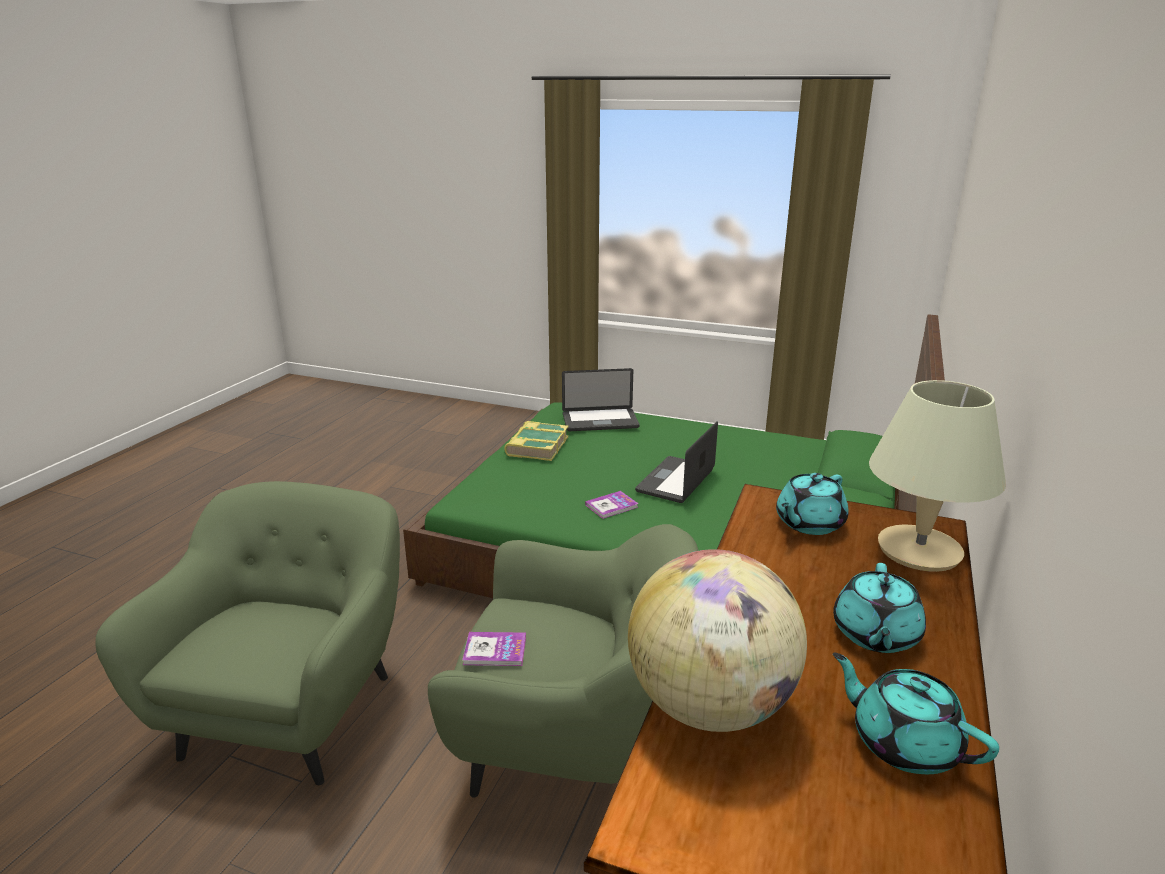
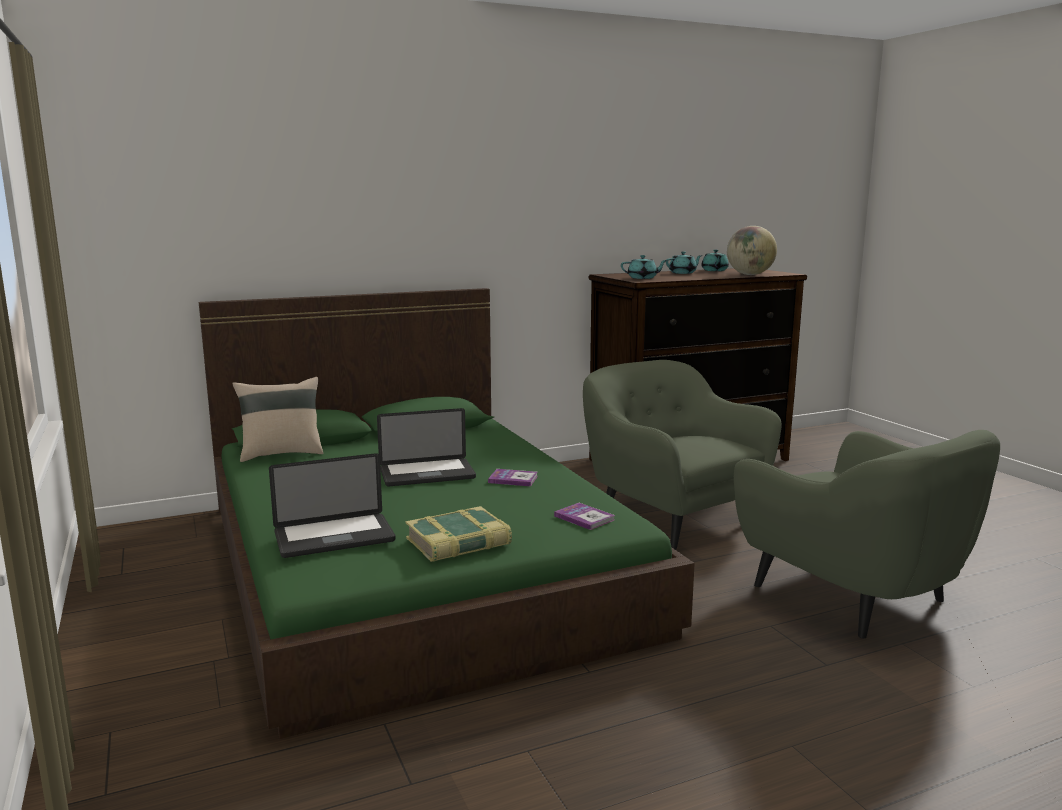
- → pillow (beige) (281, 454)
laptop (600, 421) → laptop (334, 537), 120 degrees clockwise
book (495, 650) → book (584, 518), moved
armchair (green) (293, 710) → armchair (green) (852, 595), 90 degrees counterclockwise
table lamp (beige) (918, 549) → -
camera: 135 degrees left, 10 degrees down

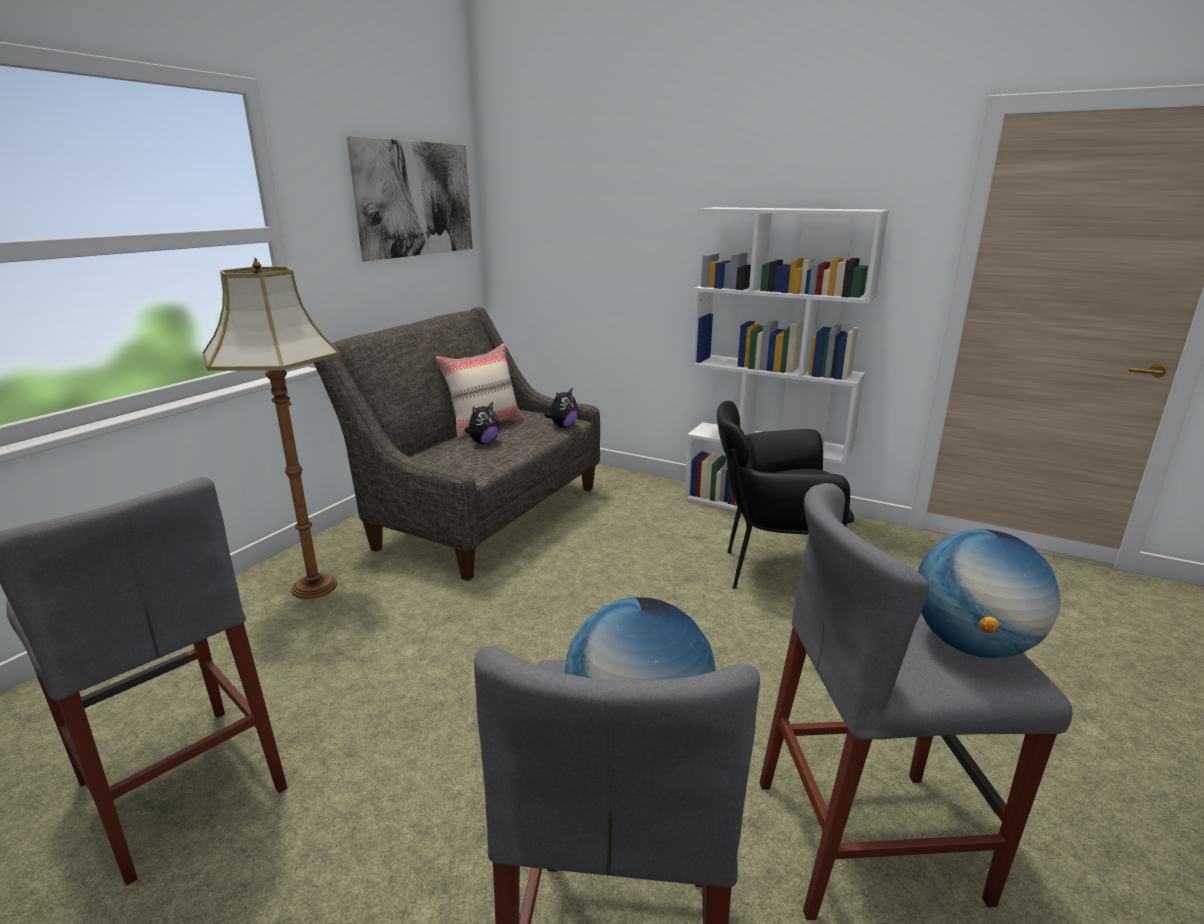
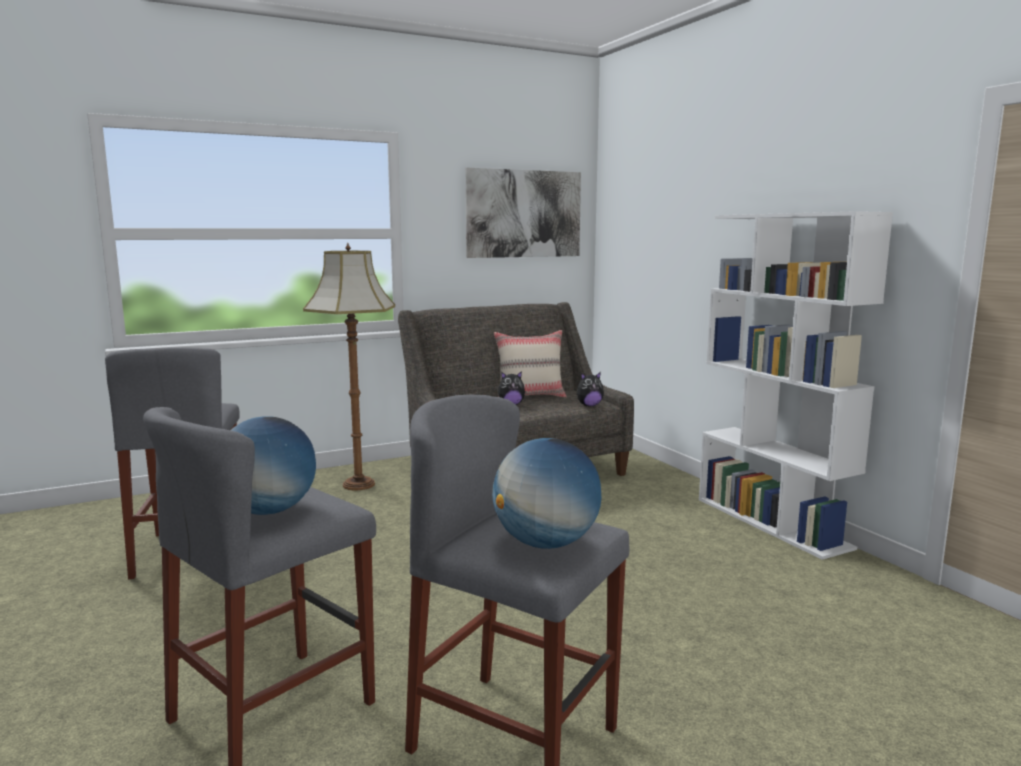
armchair (black) (773, 572) → -
camera: 35 degrees right, 10 degrees down

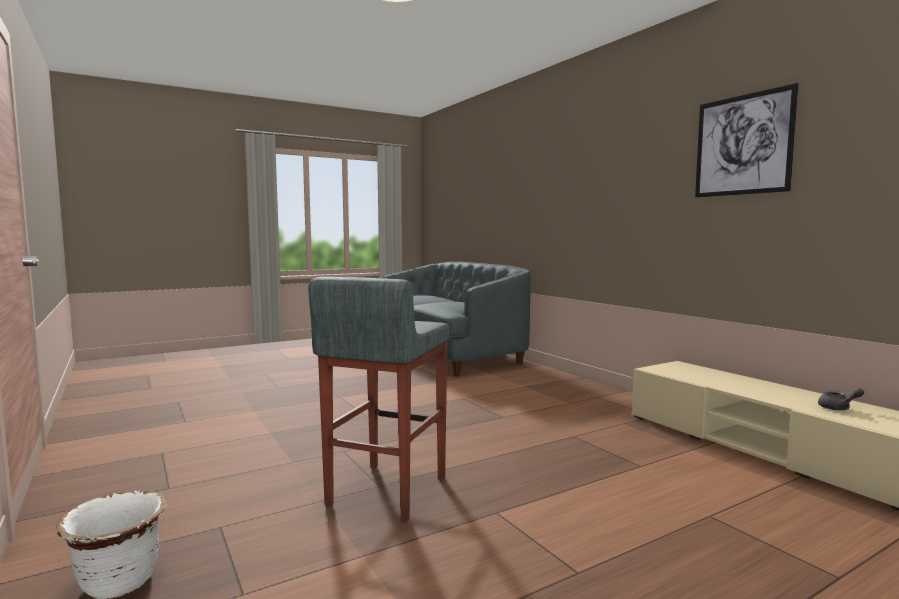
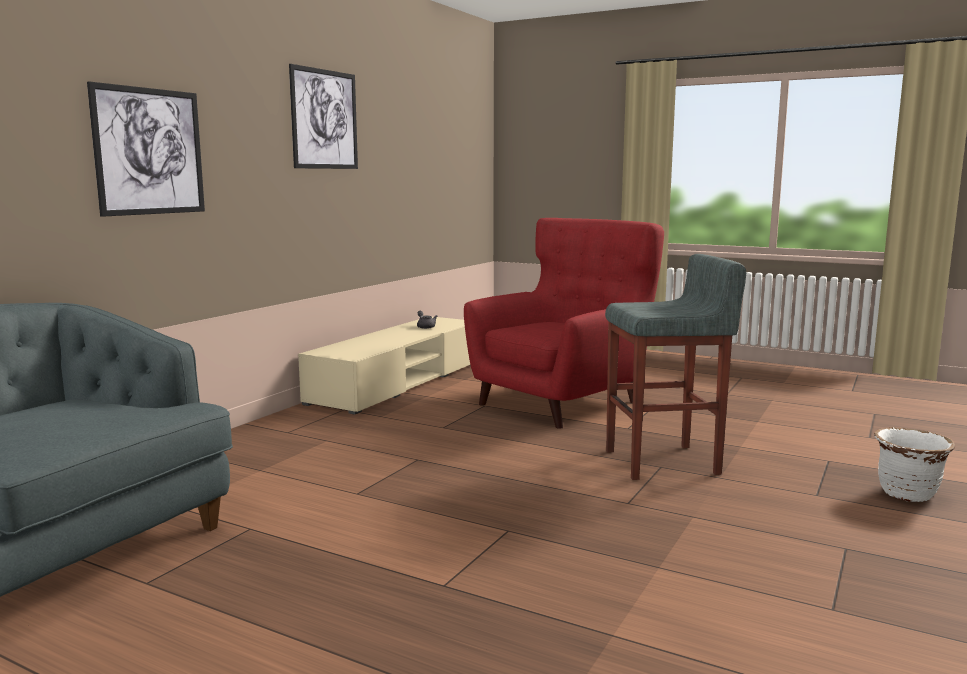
- → picture (149, 151)
- → armchair (red) (562, 402)
camera: 120 degrees left, 5 degrees up

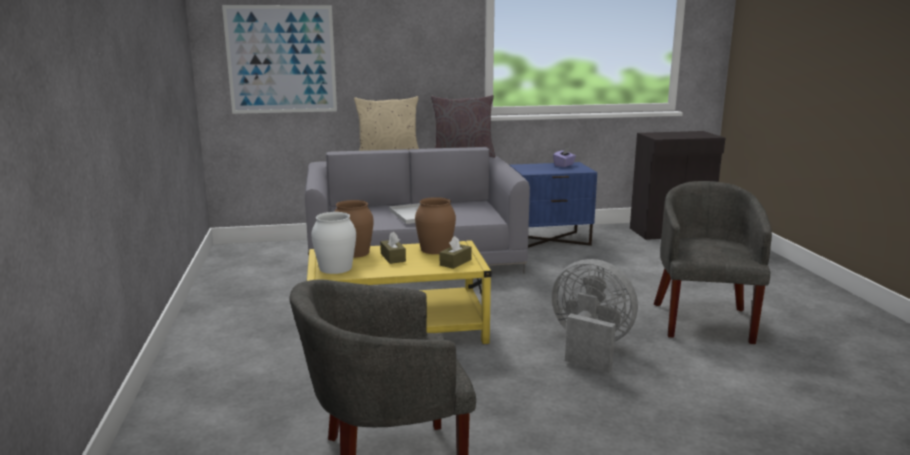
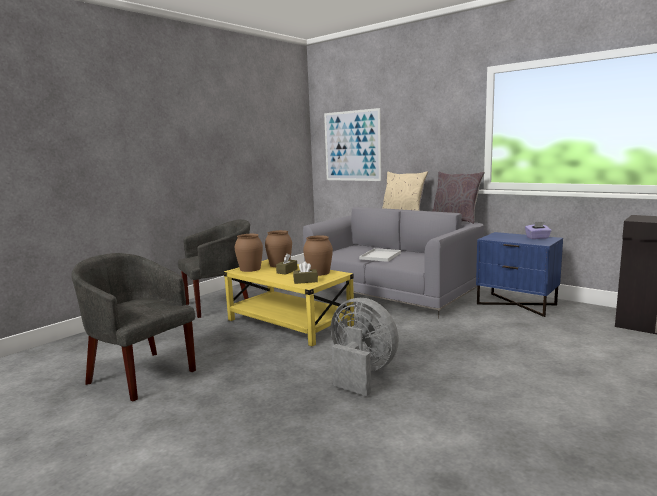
armchair (grey) (703, 320) → armchair (grey) (220, 305), moved
vase (white) (335, 268) → vase (brown) (250, 269)
fan (grey) (589, 347) → fan (grey) (361, 373), 45 degrees counterclockwise
camera: 50 degrees right, 5 degrees down

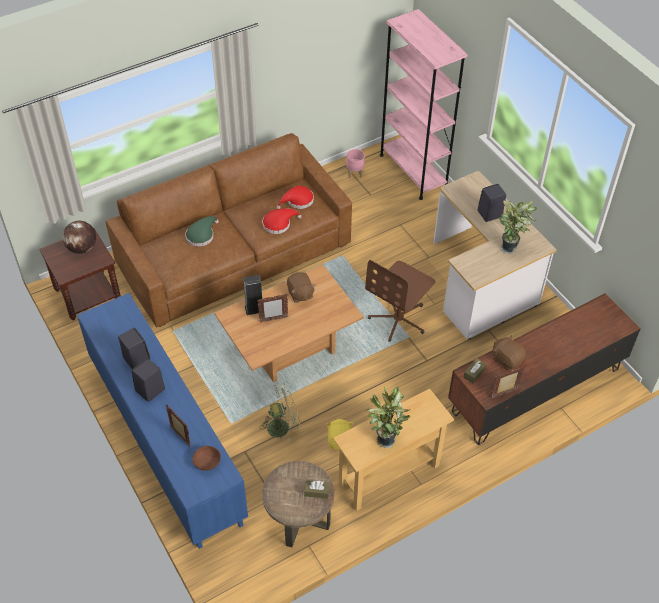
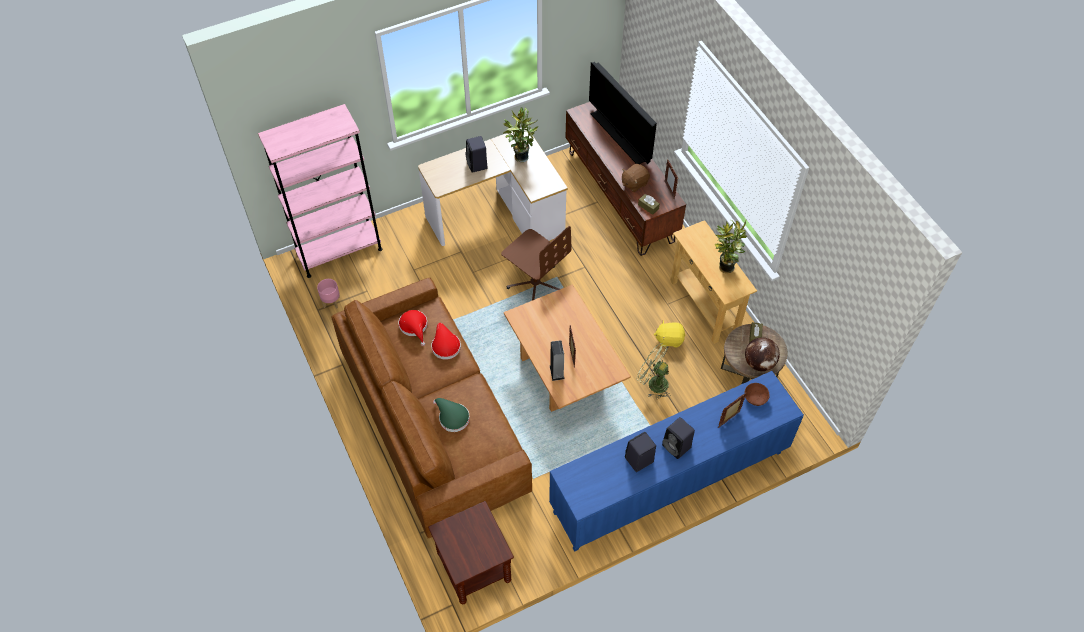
- → television (620, 136)
fan (green) (282, 426) → fan (green) (653, 383), 45 degrees counterclockwise
globe (82, 248) → globe (759, 363), moved
plush toy (brown) (300, 294) → -
camera: 85 degrees left, 5 degrees up

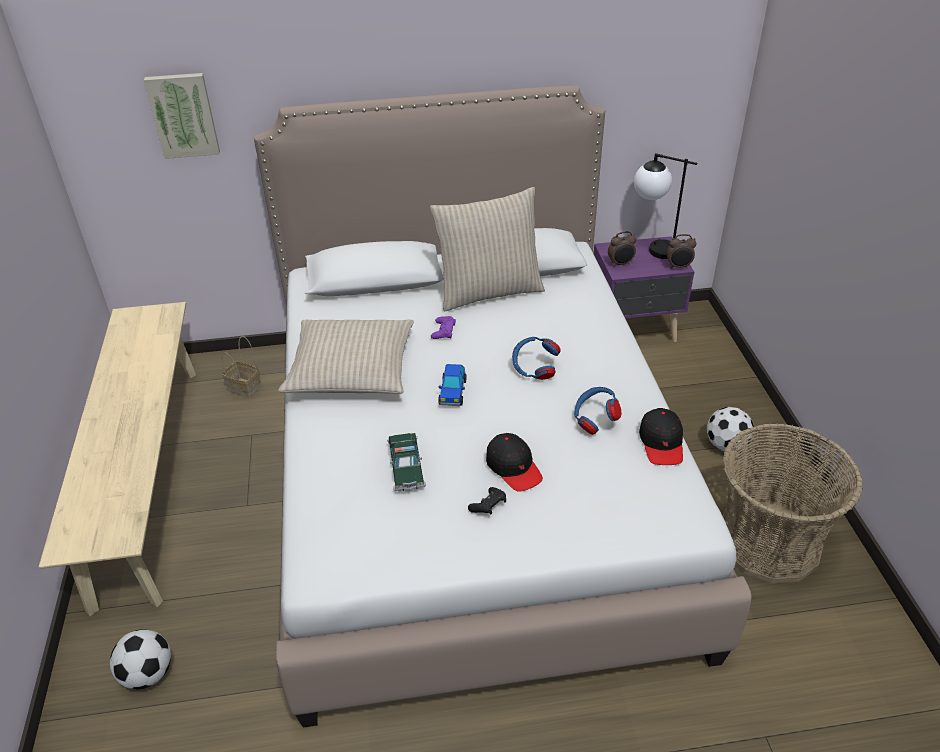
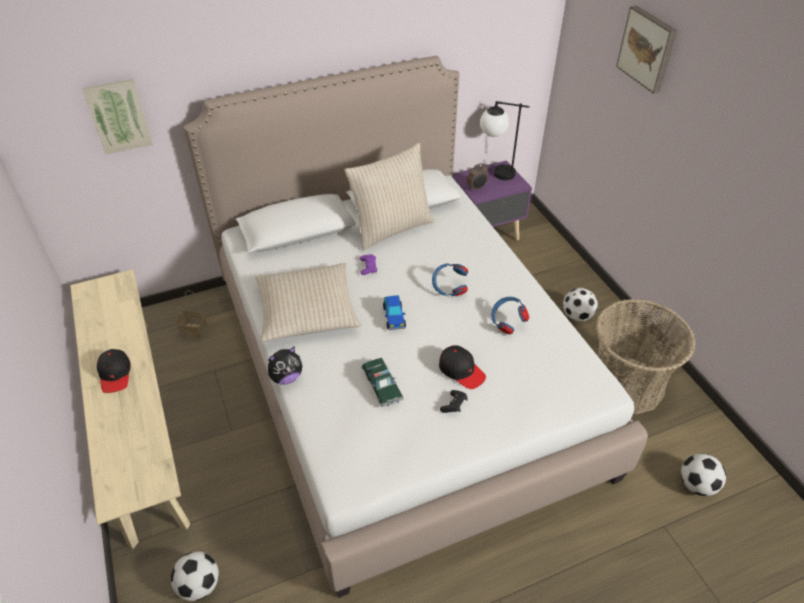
cap (black) (662, 443) → cap (black) (115, 374), moved
- → plush toy (286, 377)
- → picture (648, 48)
- → football (697, 485)
alarm clock (678, 267) → -
camera: 15 degrees left, 5 degrees up

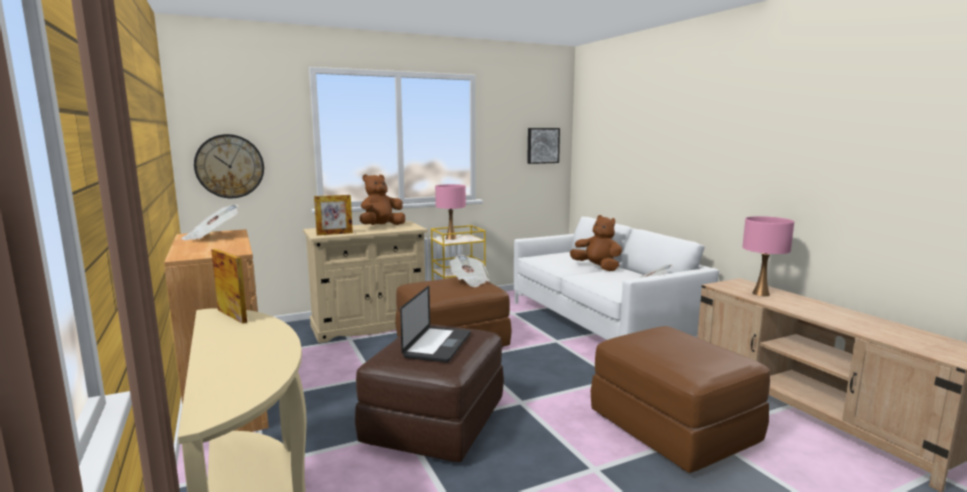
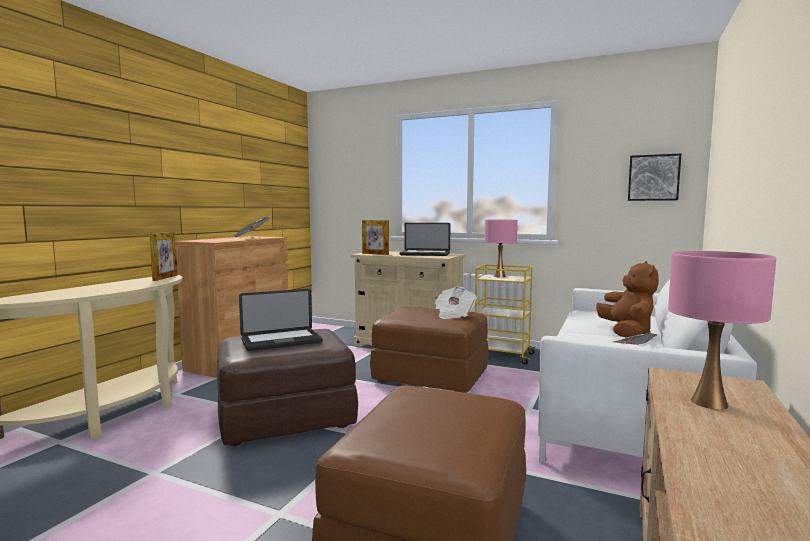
plush toy (brown) (381, 226) → laptop (425, 254)
wall clock (229, 166) → -
camera: 50 degrees right, 5 degrees down

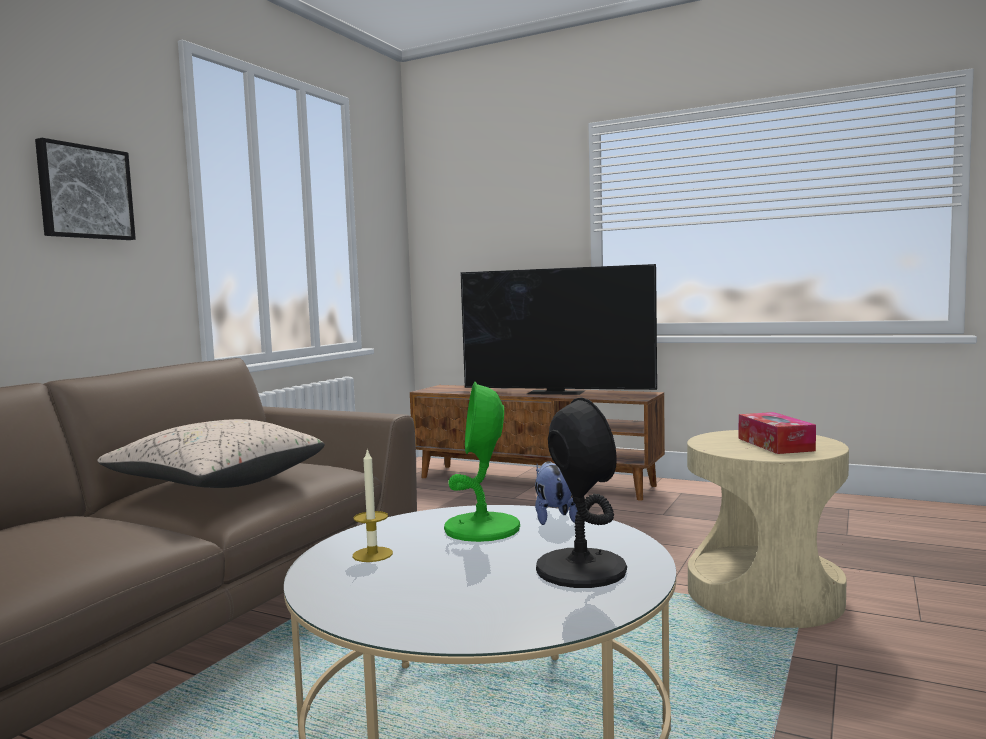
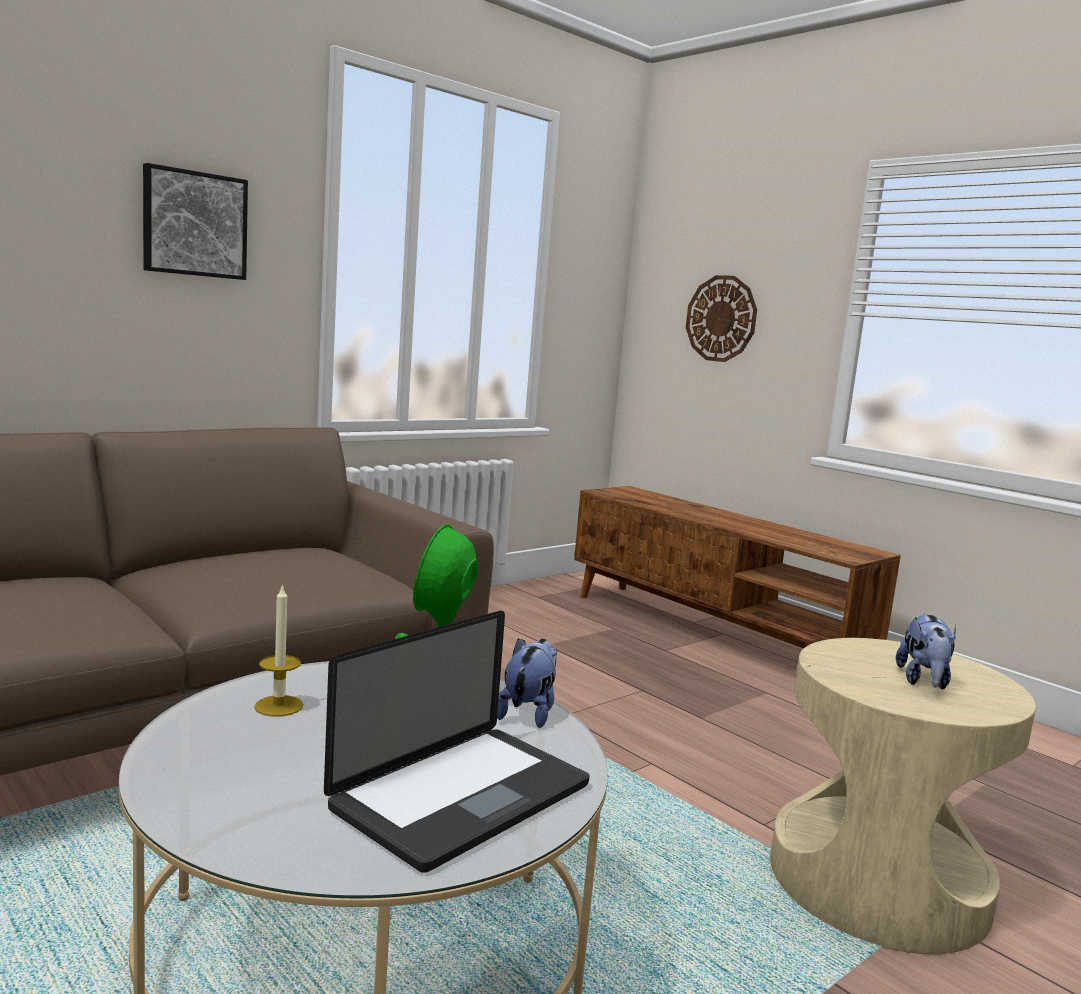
table lamp (black) (580, 569) → laptop (462, 797)
- → wall clock (721, 318)
tissue box (775, 444) → plush toy (924, 681)
pillow (beige) (217, 483) → -
television (557, 392) → -
camera: 20 degrees right, 5 degrees up

